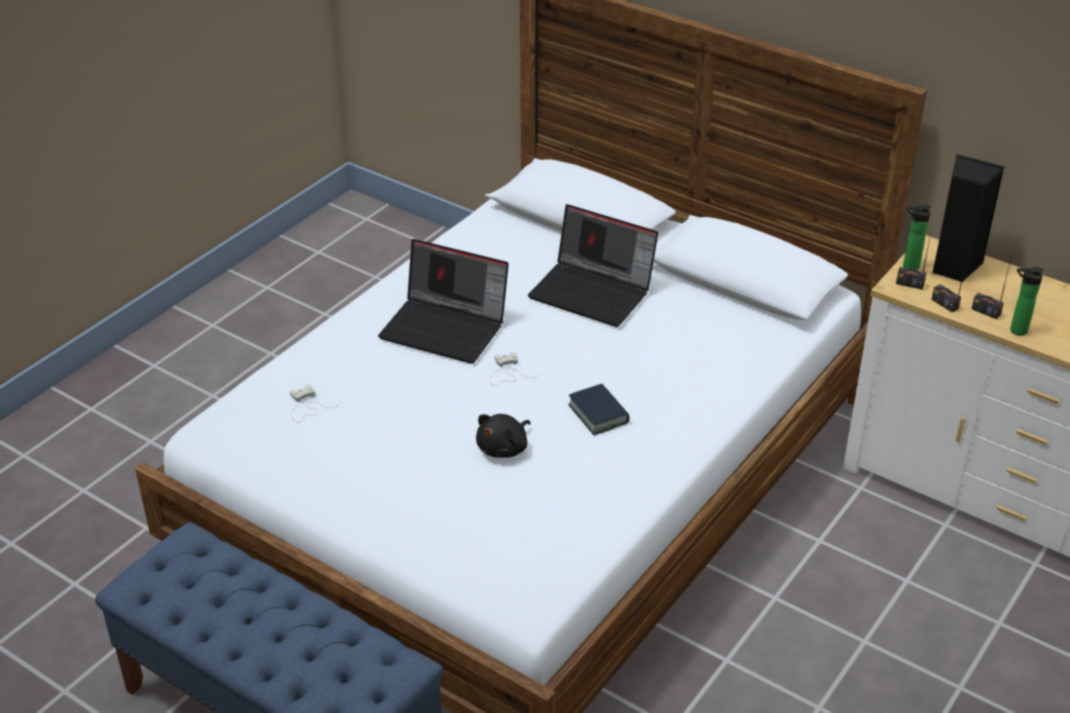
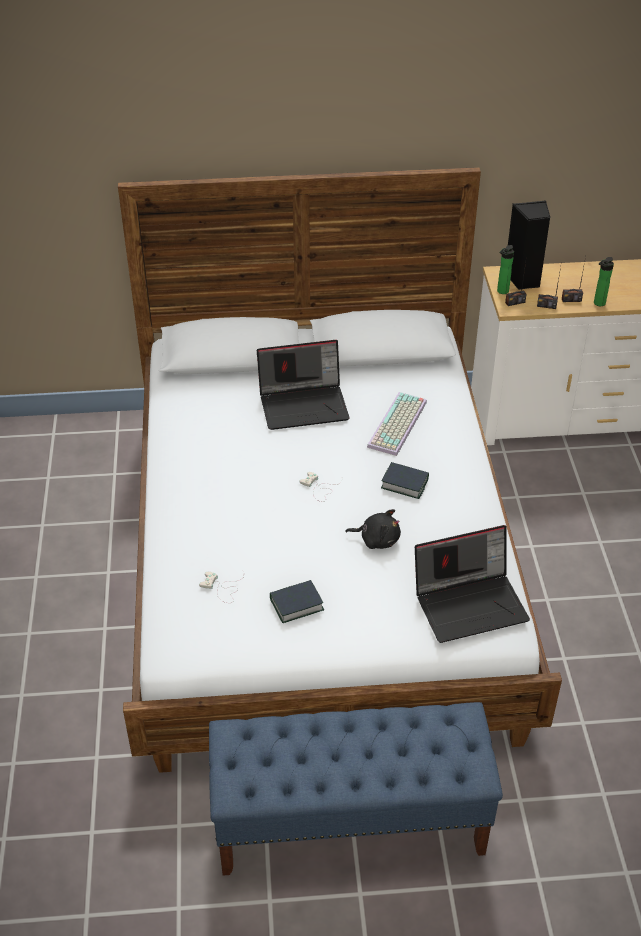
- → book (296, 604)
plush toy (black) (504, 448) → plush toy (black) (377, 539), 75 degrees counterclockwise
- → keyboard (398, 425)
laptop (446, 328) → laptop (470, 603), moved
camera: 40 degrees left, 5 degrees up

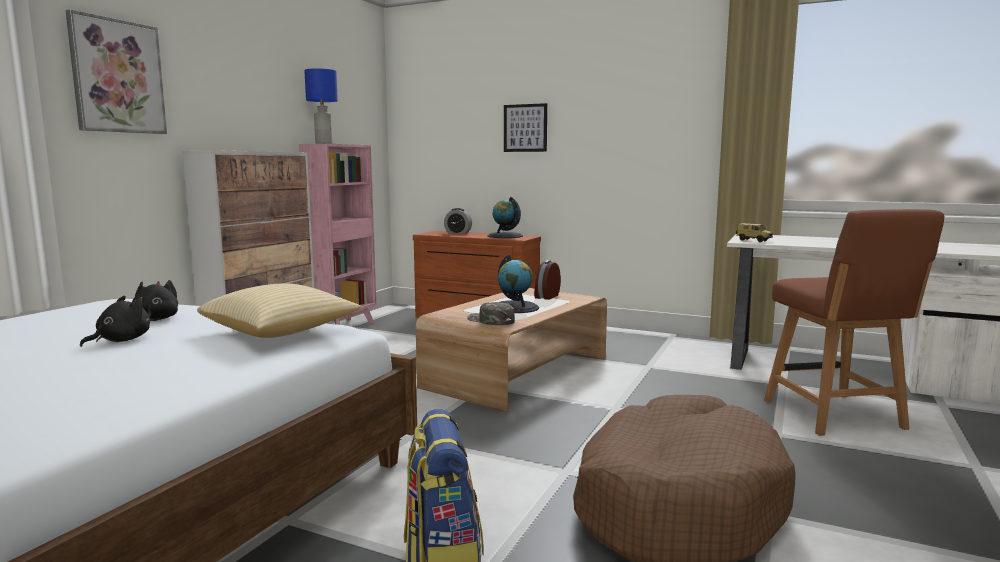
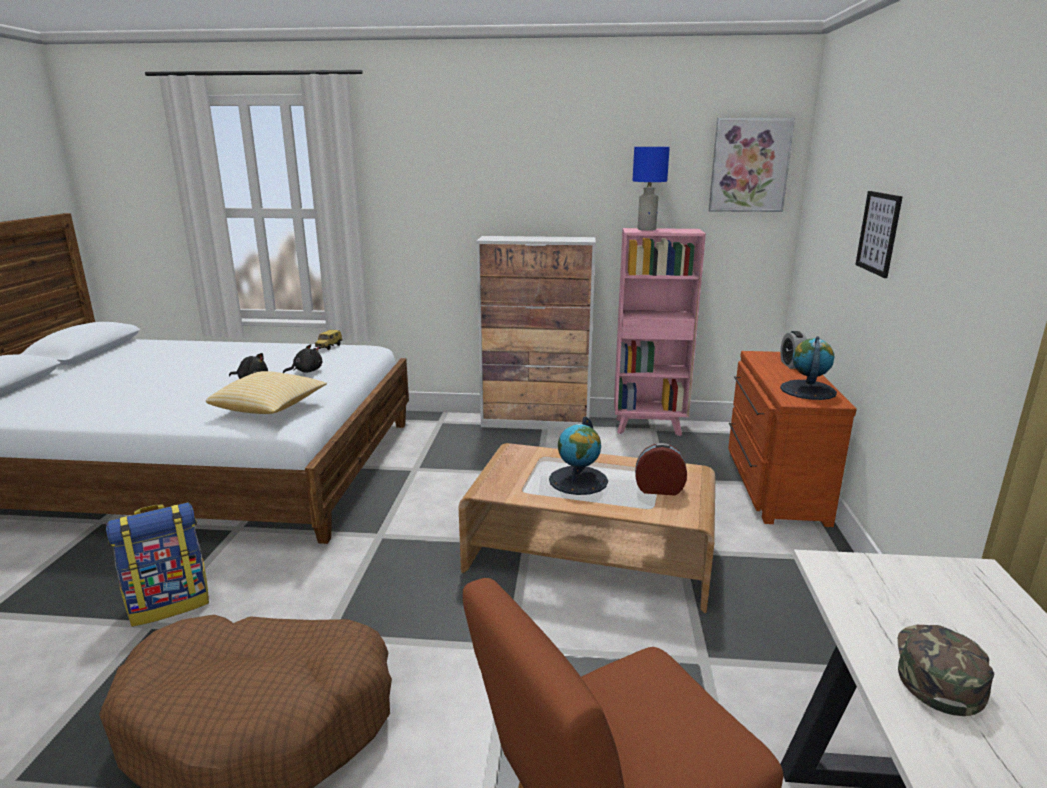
toy car (754, 241) → toy car (329, 347), moved
picture (117, 76) → picture (749, 165), moved
cap (green) (490, 321) → cap (green) (936, 670), moved
camera: 70 degrees right, 10 degrees up

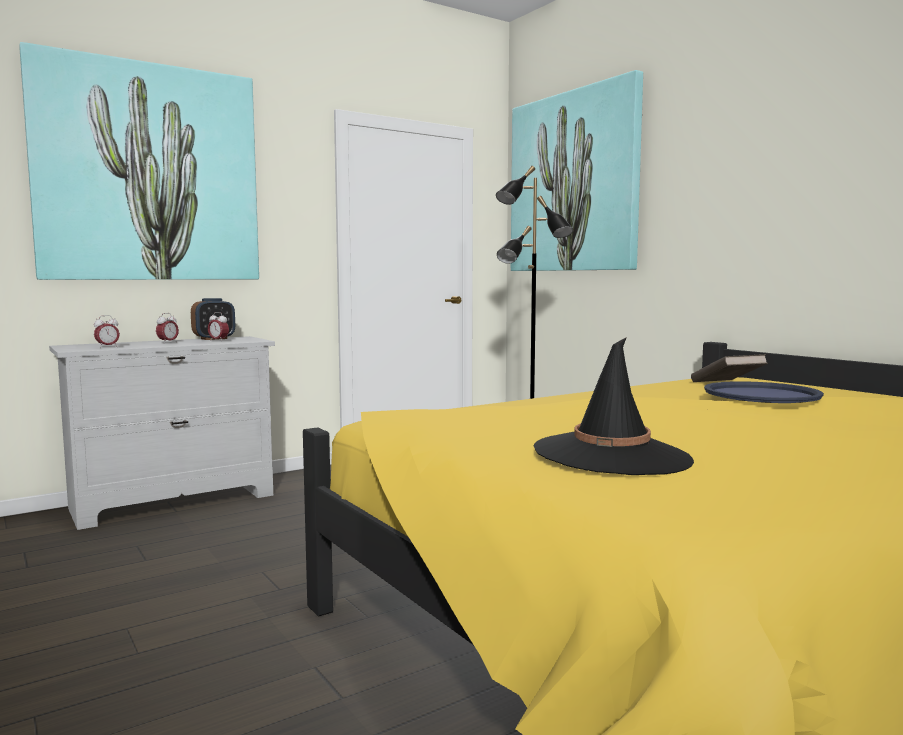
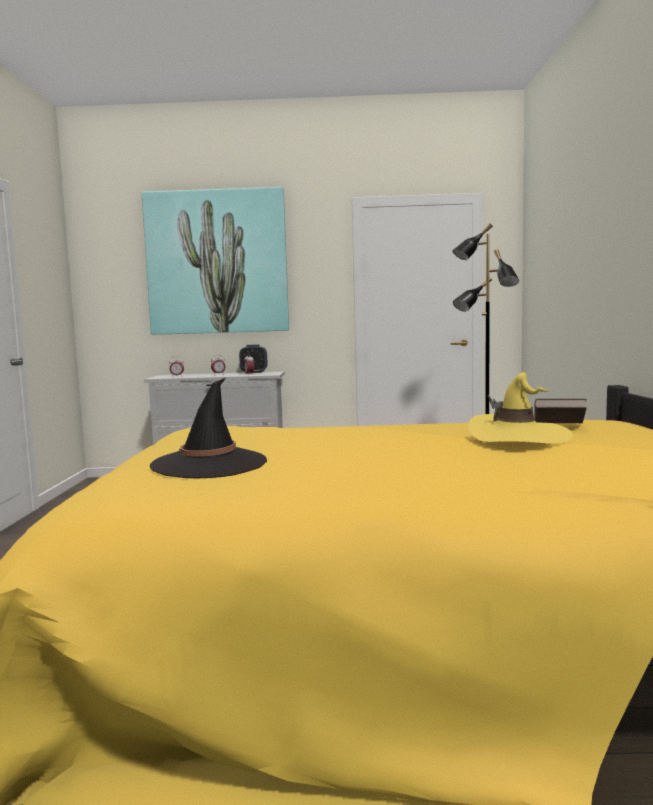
tray (blue) (761, 394) → hat (yellow) (518, 436)
picture (574, 183) → -
camera: 35 degrees right, 0 degrees up

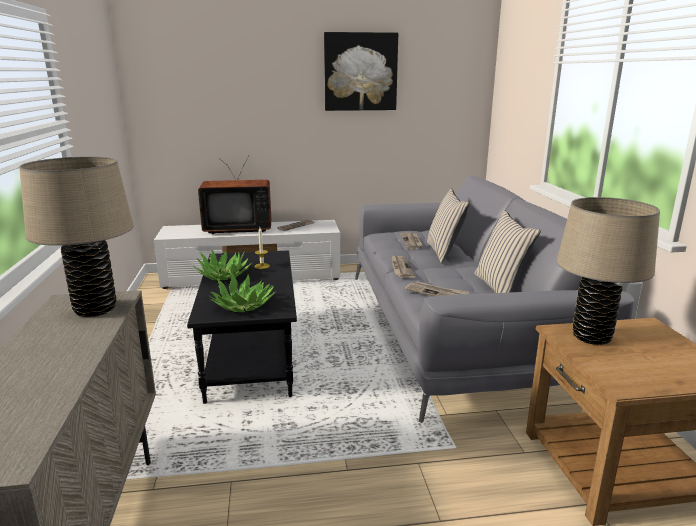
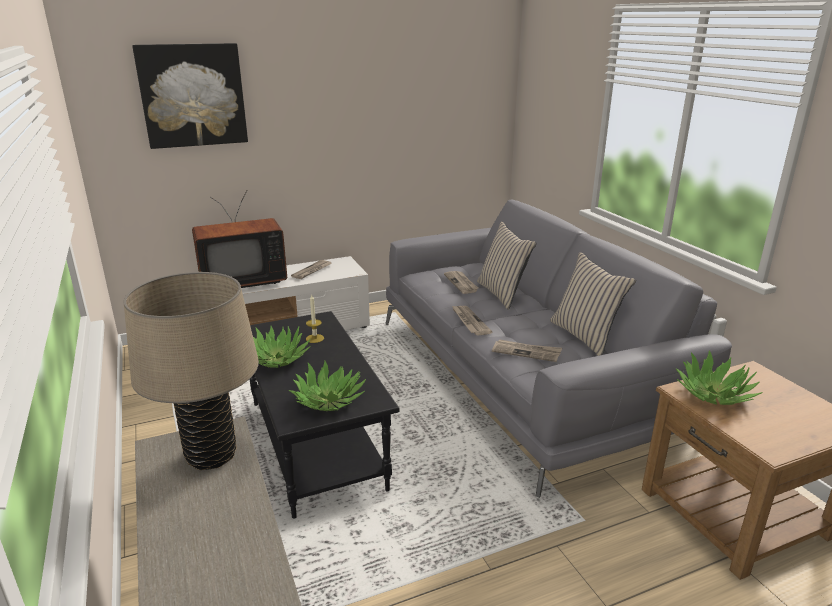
picture (360, 72) → picture (193, 95), moved
table lamp (beige) (591, 337) → potted plant (713, 394)
camera: 15 degrees left, 5 degrees up

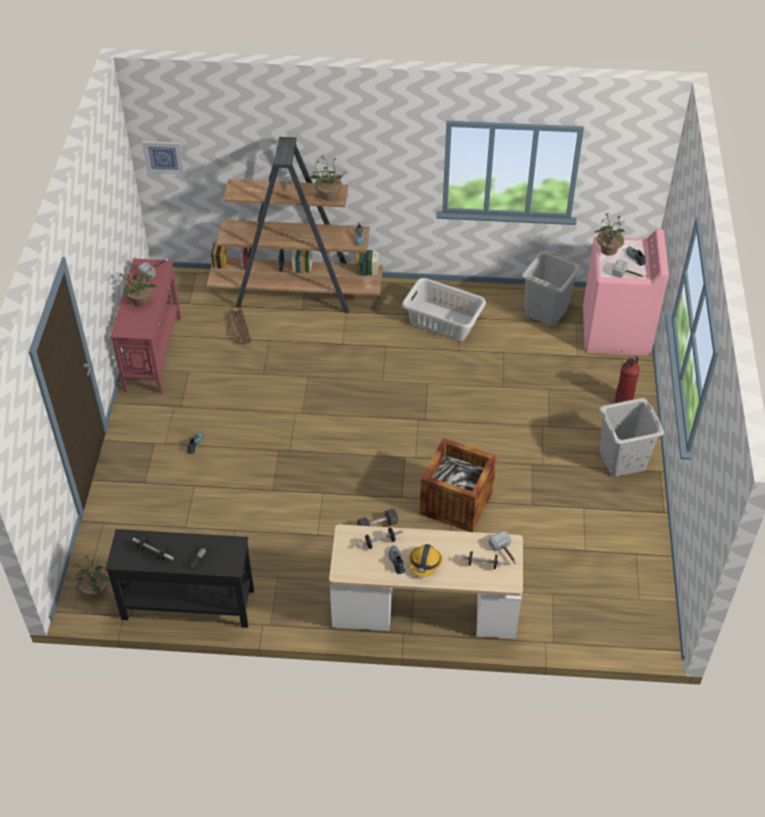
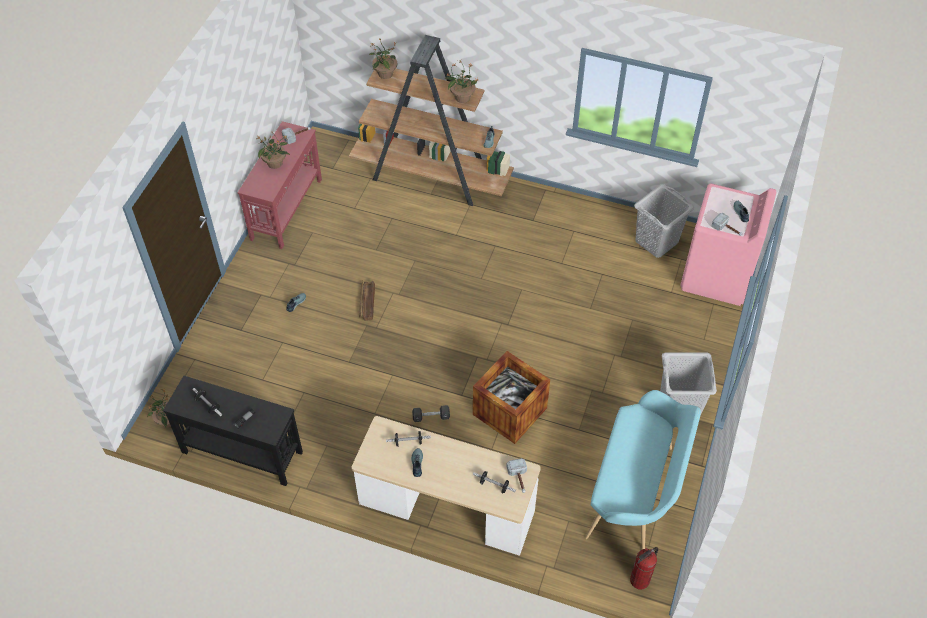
crate (240, 329) → crate (367, 303), moved
potted plant (608, 250) → potted plant (385, 74), moved
- → bench (turquoise) (636, 492)
fire extinguisher (623, 401) → fire extinguisher (639, 580), moved
picture (163, 156) → -
laundry basket (grey) (443, 322) → -
hard hat (425, 563) → -
camera: 15 degrees right, 5 degrees up

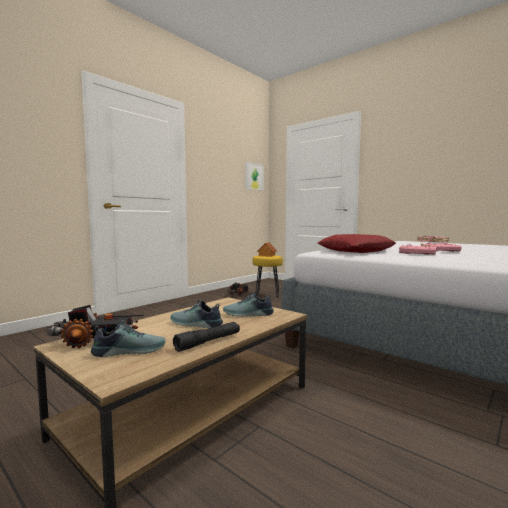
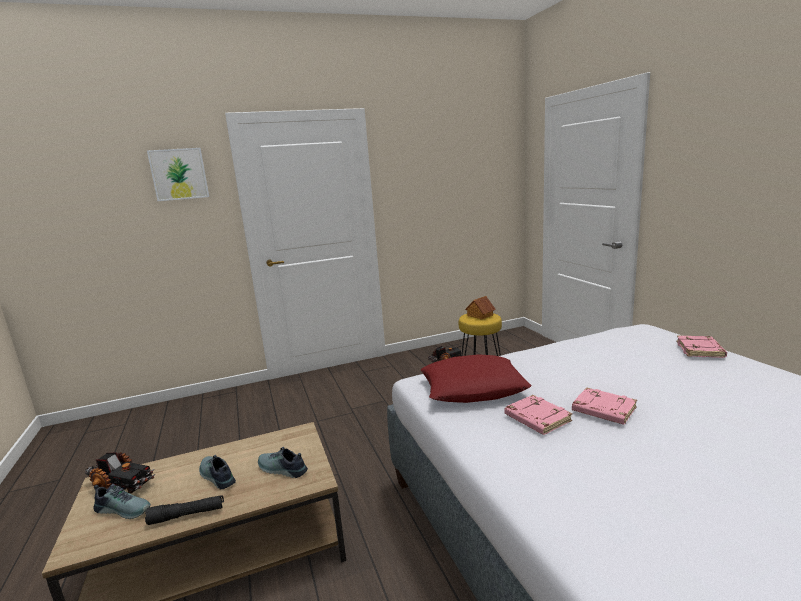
picture (254, 176) → picture (179, 174), moved
camera: 30 degrees right, 10 degrees up

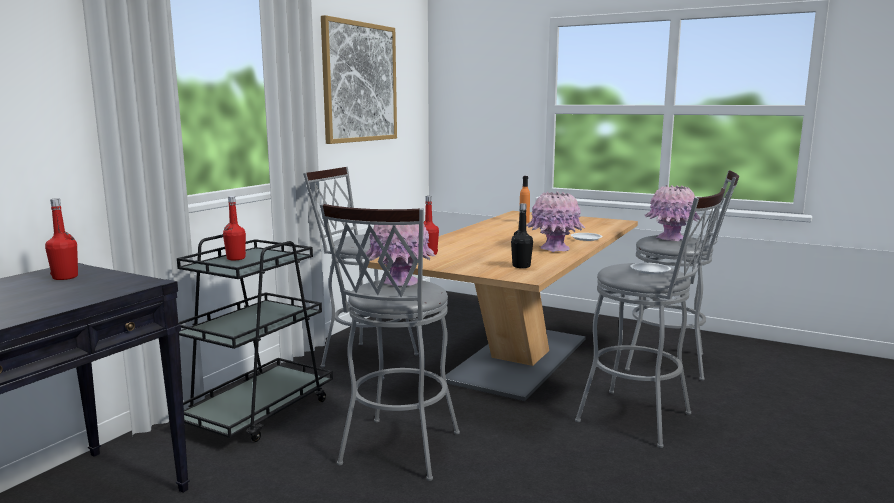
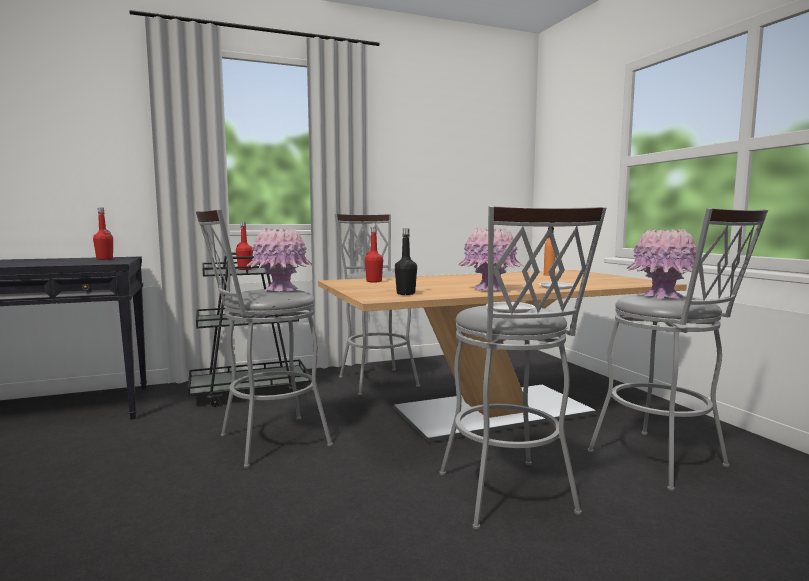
picture (360, 82) → -
camera: 40 degrees right, 5 degrees down

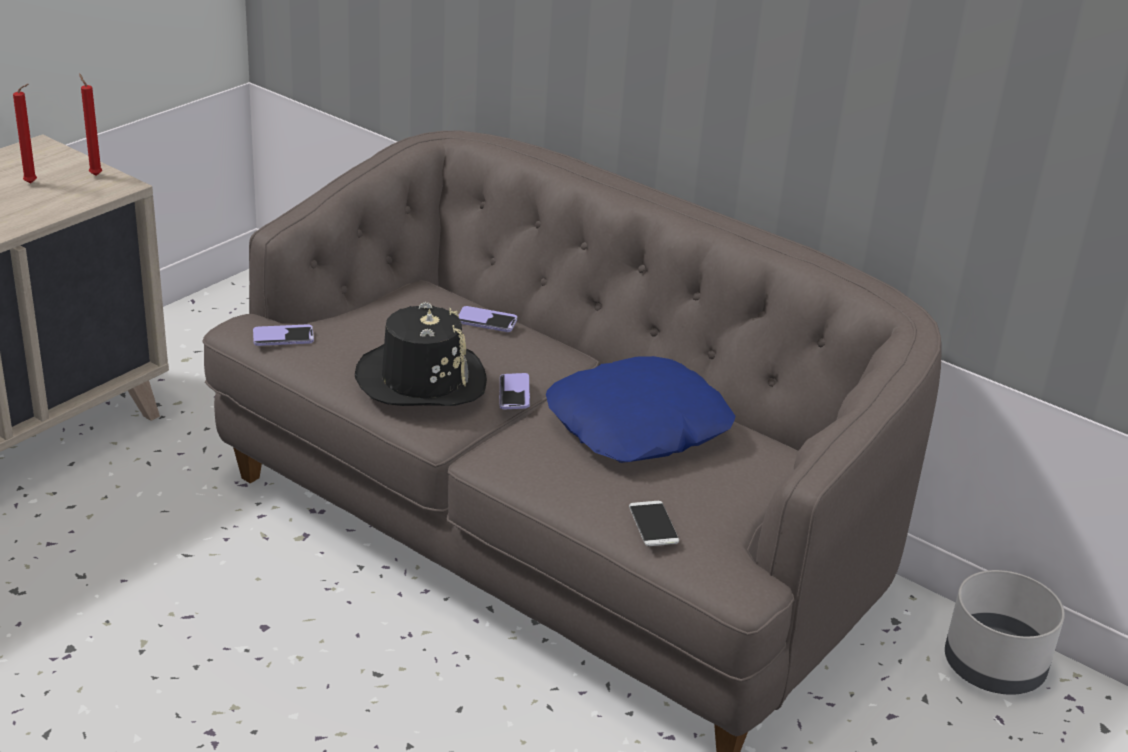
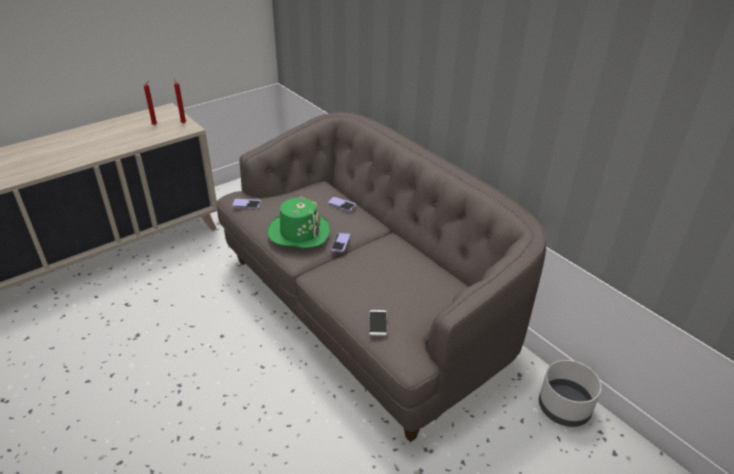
hat (black) (421, 379) → hat (green) (299, 232)
pillow (blue) (639, 426) → -
camera: 15 degrees right, 5 degrees up

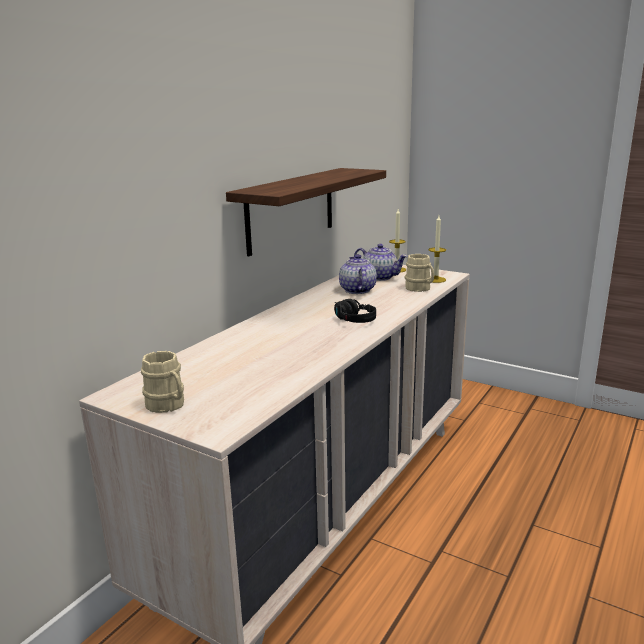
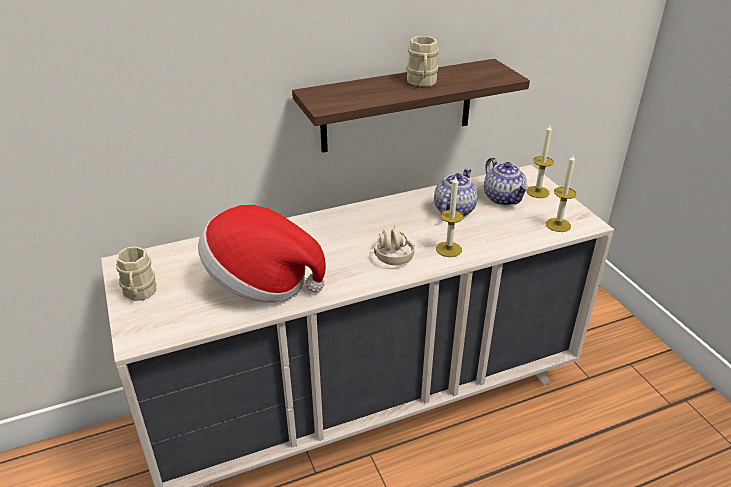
- → hat (261, 282)
headphones (black) (350, 319) → headphones (beige) (391, 251)
mug (beige) (420, 289) → mug (beige) (422, 82), moved
- → candle (448, 249)
camera: 35 degrees right, 15 degrees up

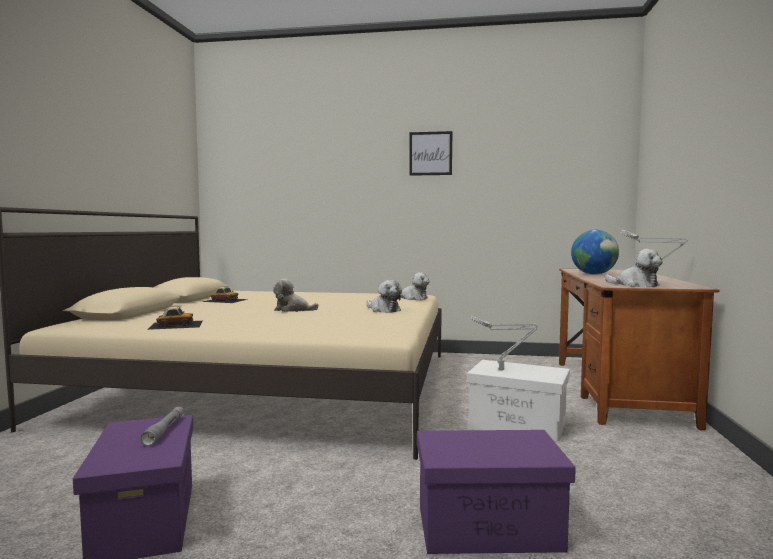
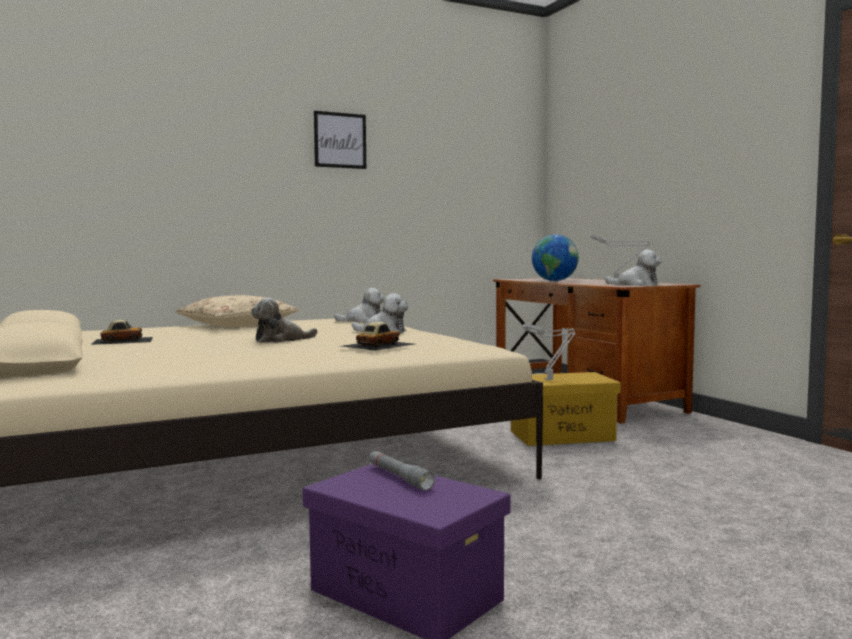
- → pillow (beige) (237, 325)
toy car (176, 324) → toy car (377, 345), moved
storage box (white) (518, 424) → storage box (yellow) (563, 435)
storage box (purple) (489, 527) → -
camera: 35 degrees left, 0 degrees up

